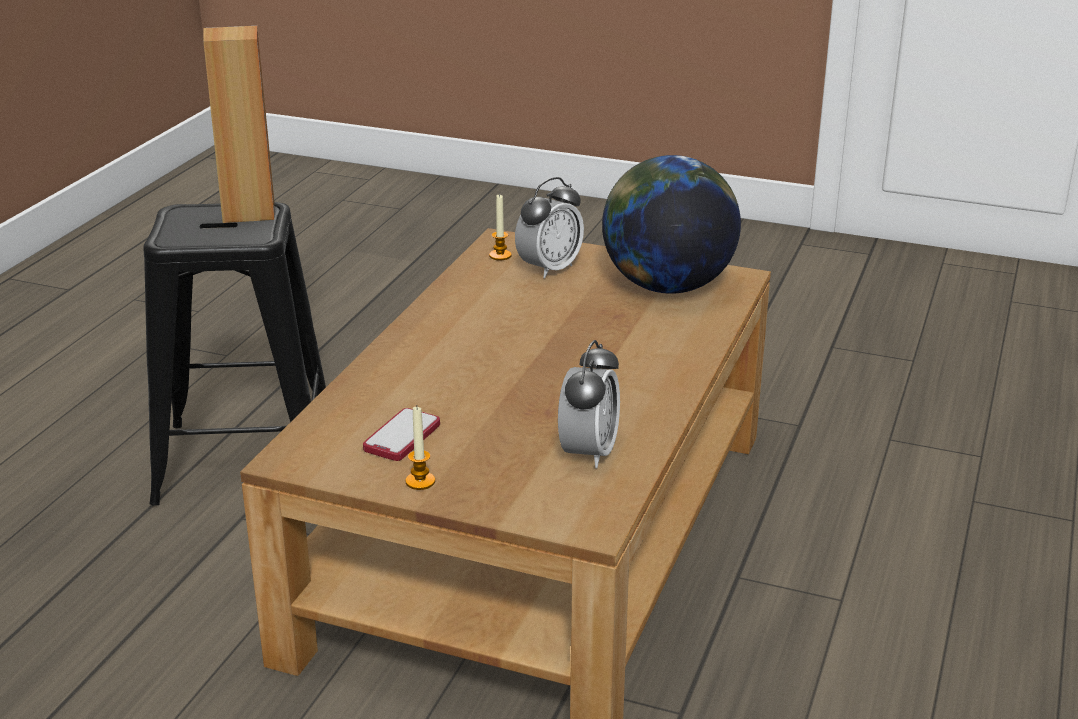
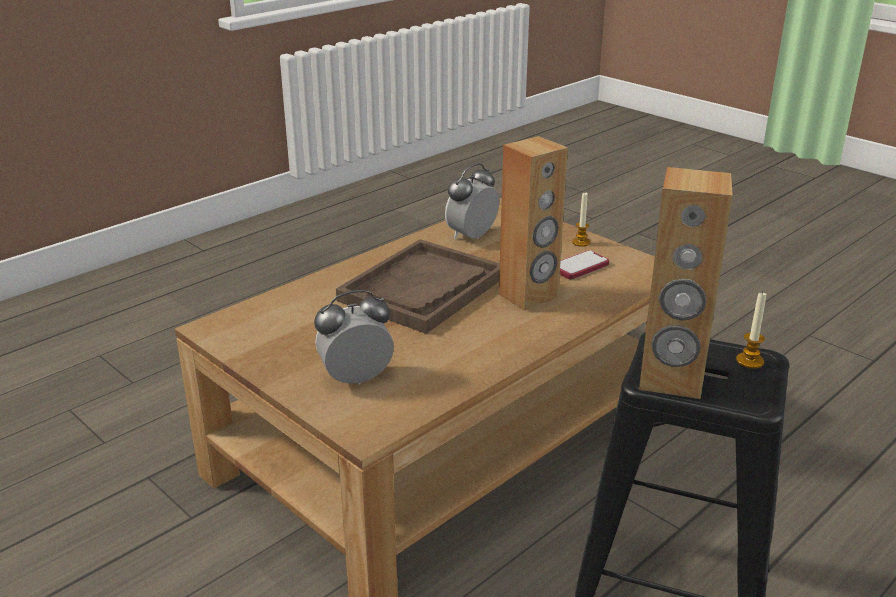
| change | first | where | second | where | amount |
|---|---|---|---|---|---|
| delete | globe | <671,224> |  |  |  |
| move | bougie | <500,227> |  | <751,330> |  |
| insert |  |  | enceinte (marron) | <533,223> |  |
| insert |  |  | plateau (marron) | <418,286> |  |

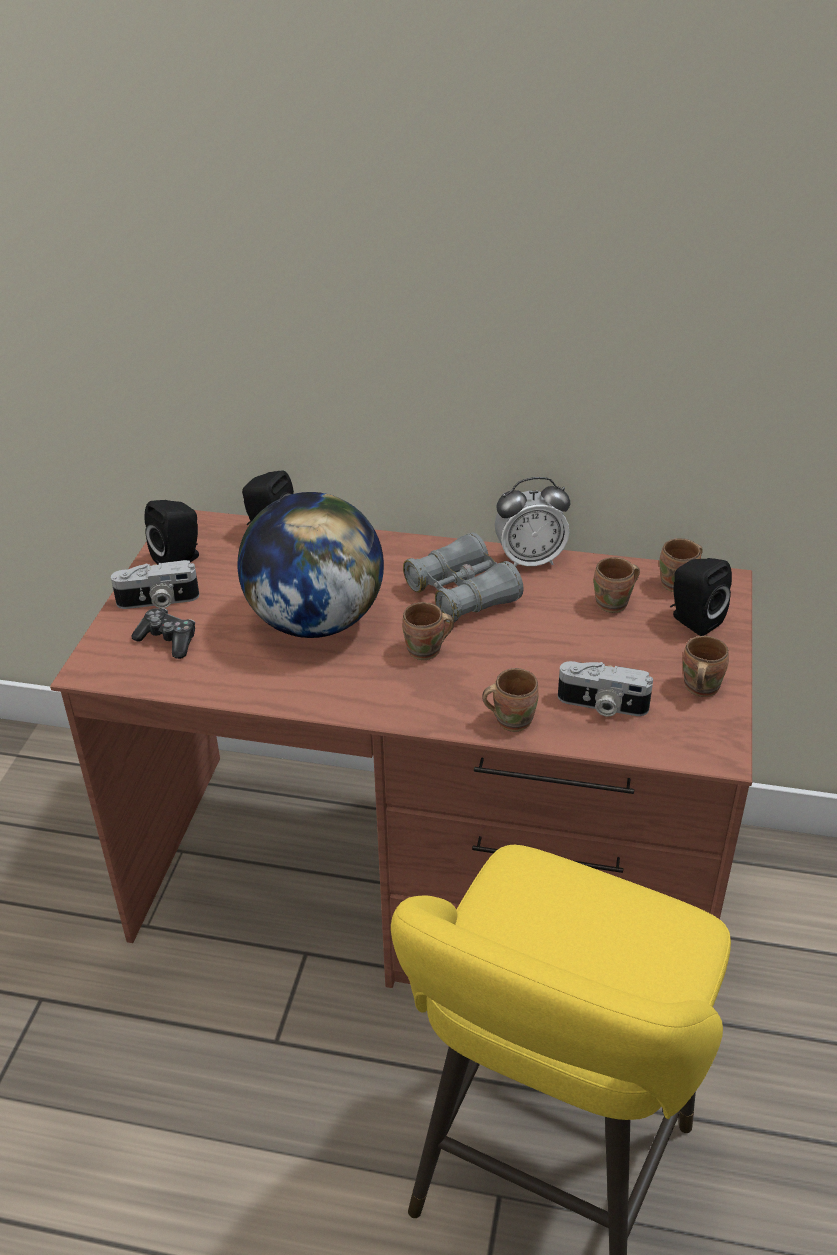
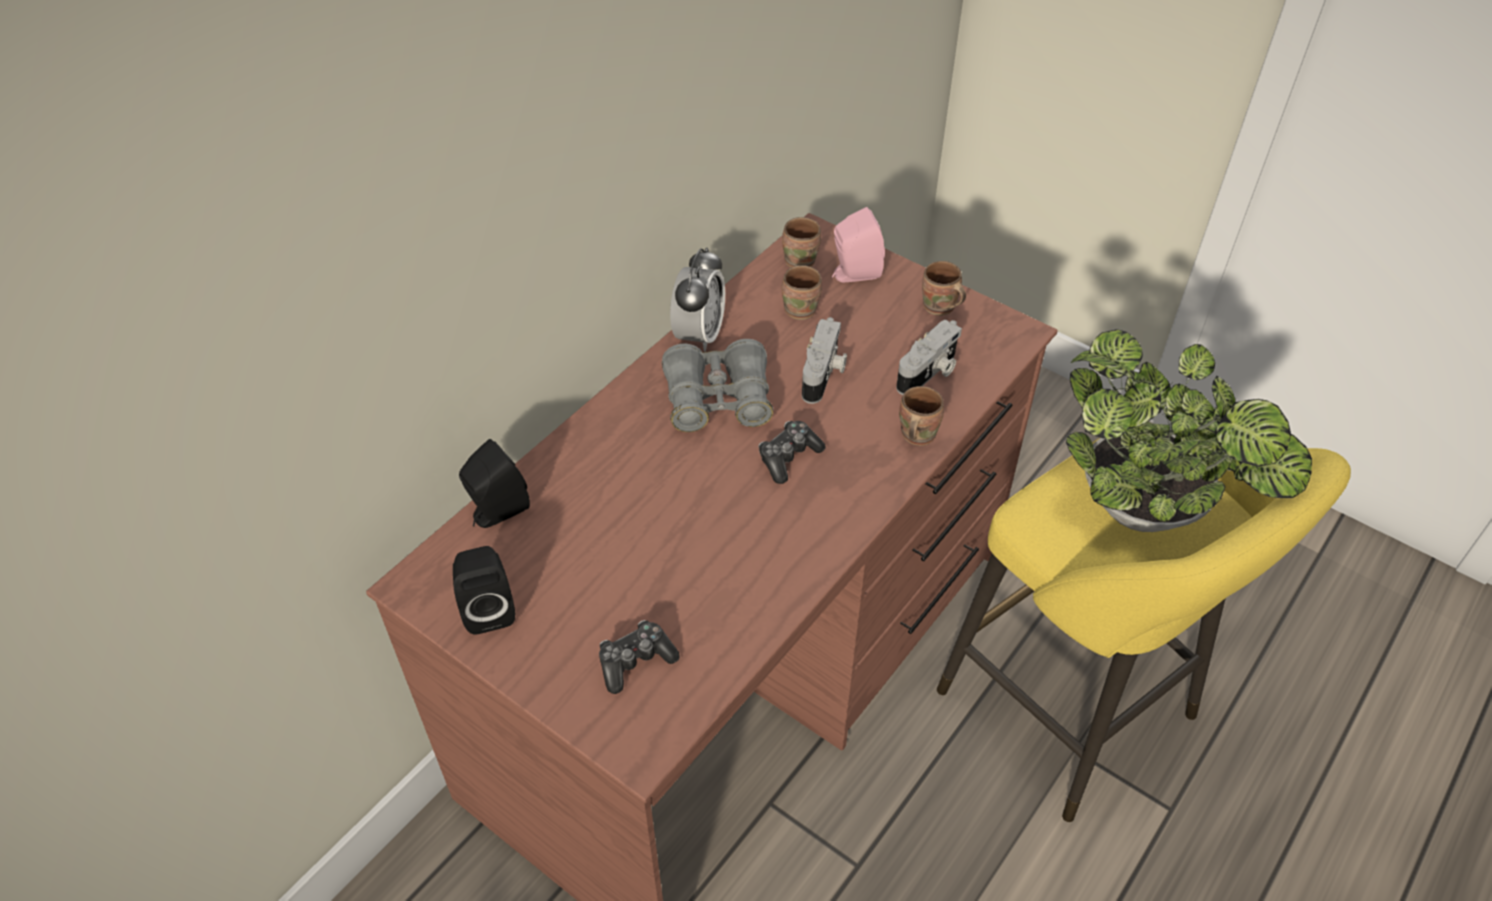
| change | first | where | second | where | amount |
|---|---|---|---|---|---|
| delete | globe | <310,565> |  |  |  |
| recolor | enceinte (noir) | <701,597> | enceinte (rose) | <858,244> |  |
| move | appareil photo | <155,584> |  | <824,360> |  |
| replace | mug (marron) | <428,631> | manette | <792,452> |  |
| insert |  |  | plante en pot | <1189,430> |  |

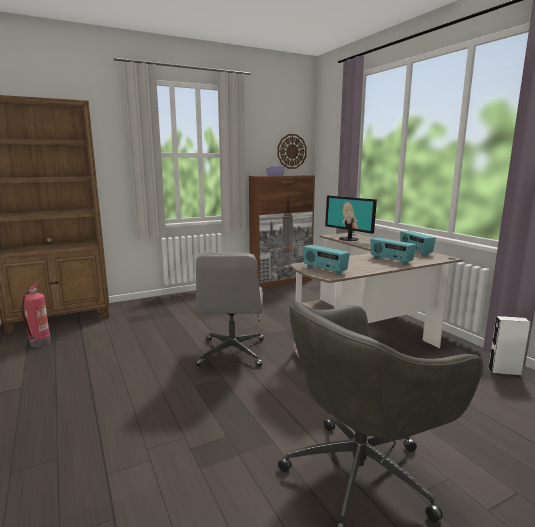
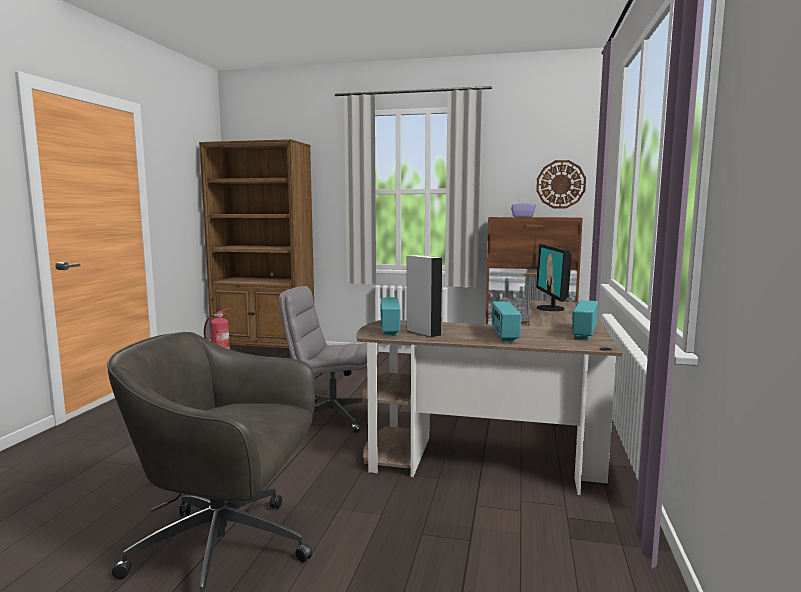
| change | first | where | second | where | amount |
|---|---|---|---|---|---|
| rotate | chaise de bureau (gris) | <230,309> |  | <329,359> | 60 degrees clockwise |
| move | enceinte (blanc) | <509,346> |  | <424,296> |  |

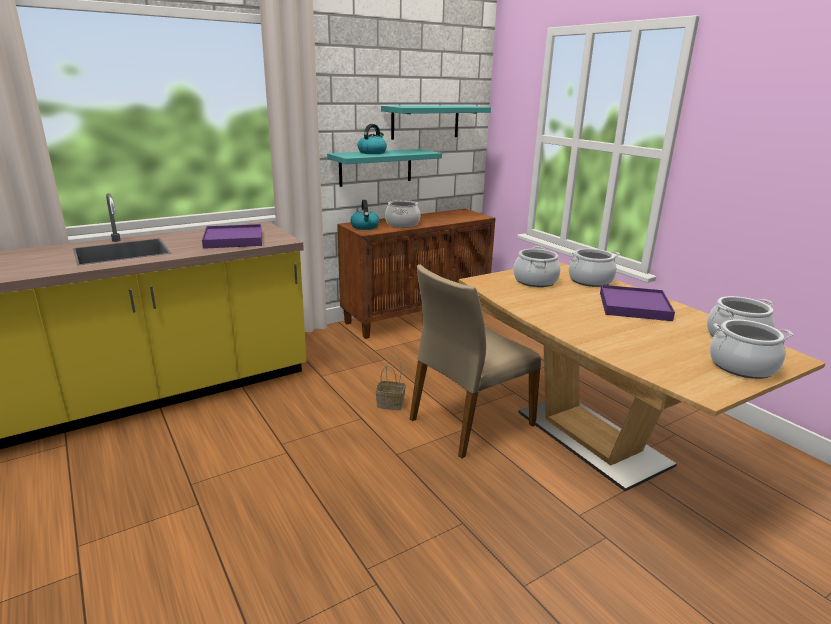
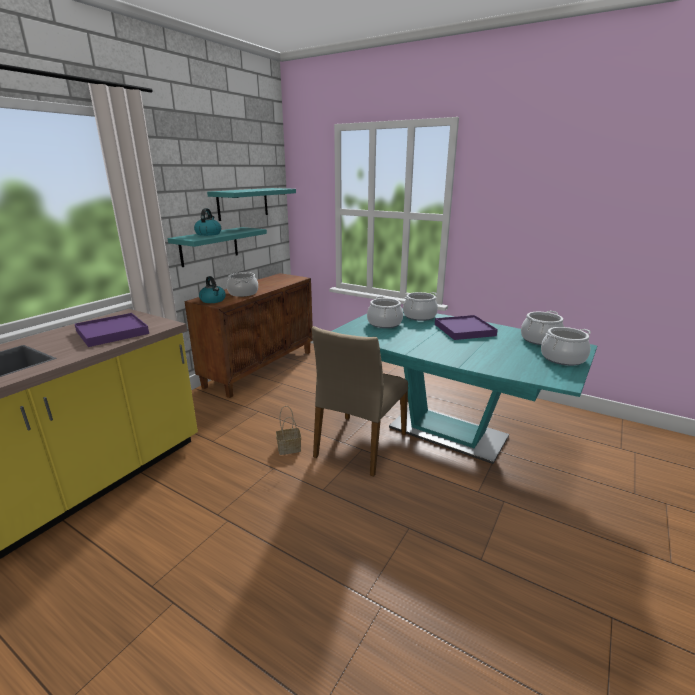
| change | first | where | second | where | amount |
|---|---|---|---|---|---|
| recolor | table à manger (marron) | <642,376> | table à manger (turquoise) | <464,386> |  |

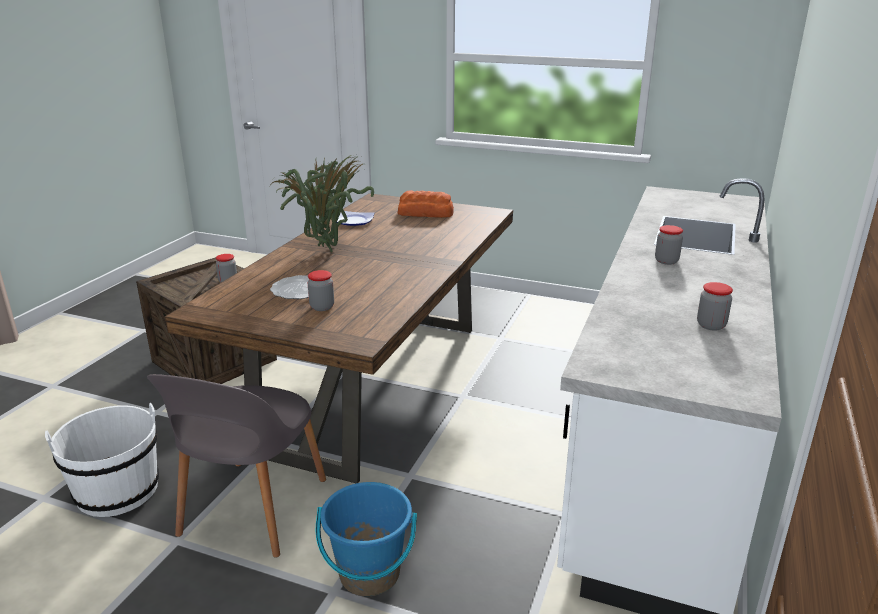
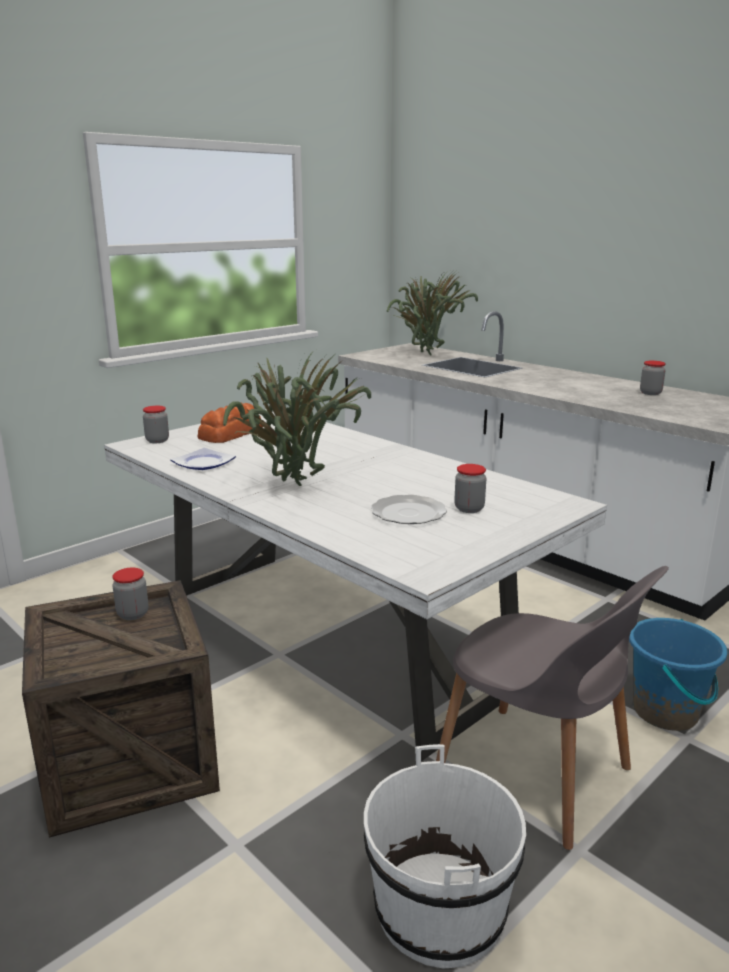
| change | first | where | second | where | amount |
|---|---|---|---|---|---|
| recolor | table à manger (marron) | <339,338> | table à manger (blanc) | <355,585> |  |
| move | bocal | <669,245> |  | <156,424> |  |
| insert |  |  | plante en pot | <432,313> |  |

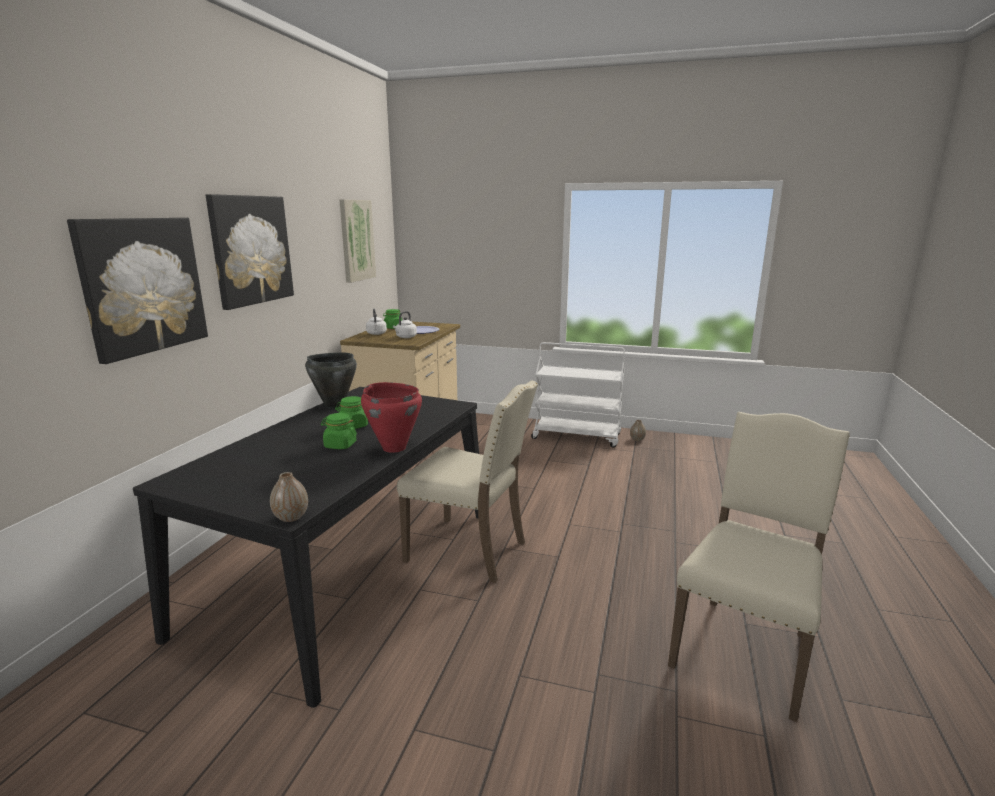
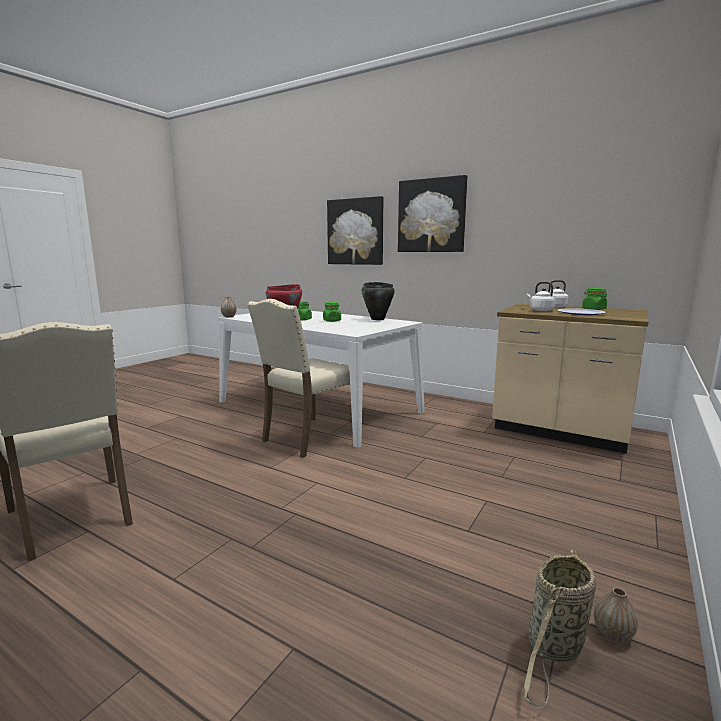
| change | first | where | second | where | amount |
|---|---|---|---|---|---|
| delete | tableau | <357,241> |  |  |  |
| delete | chariot (blanc) | <578,395> |  |  |  |
| recolor | table à manger (noir) | <306,547> | table à manger (blanc) | <321,379> |  |
| insert |  |  | panier | <559,628> |  |

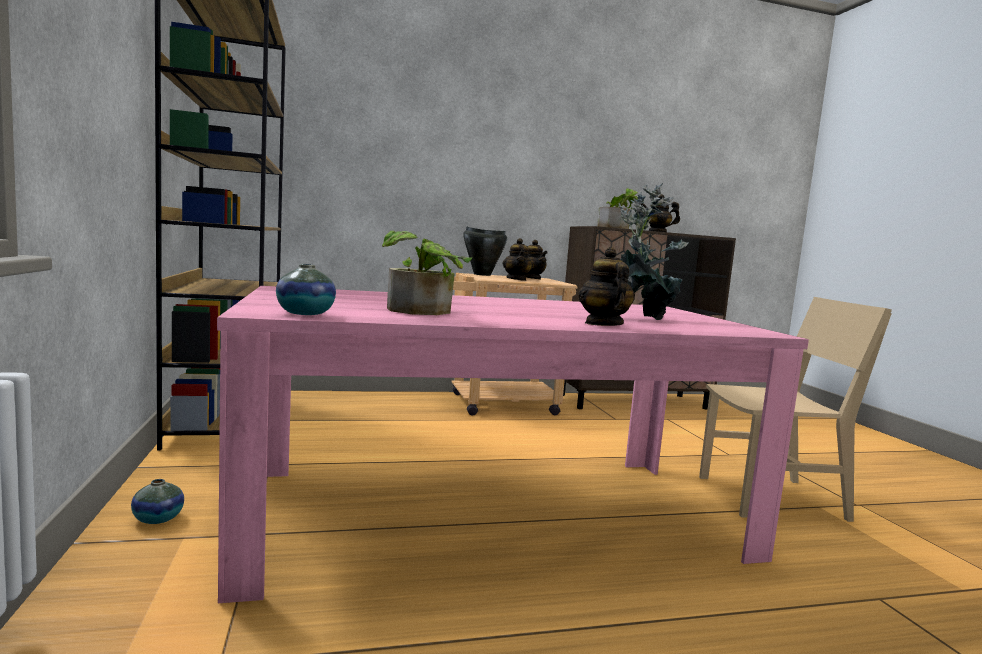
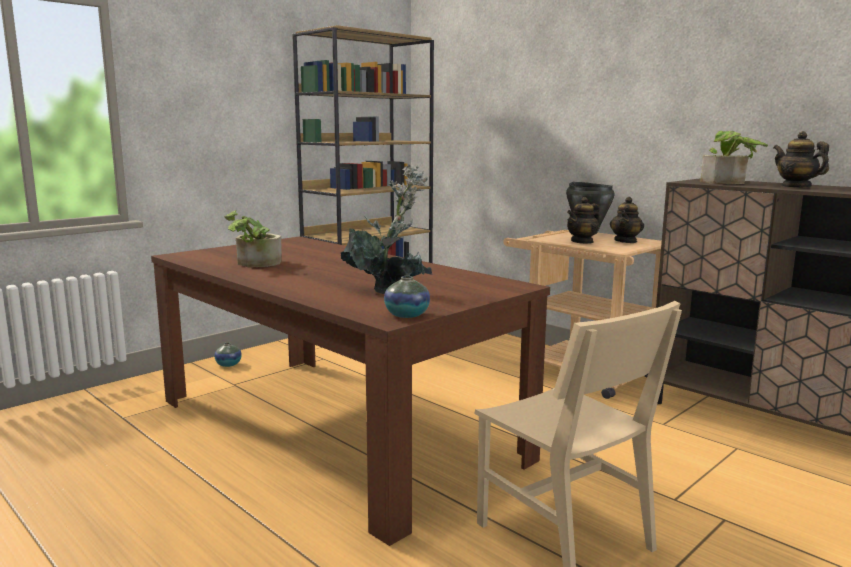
| change | first | where | second | where | amount |
|---|---|---|---|---|---|
| delete | théière | <606,286> |  |  |  |
| move | vase | <306,289> |  | <407,297> |  |
| recolor | table à manger (rose) | <513,444> | table à manger (marron) | <350,391> |  |

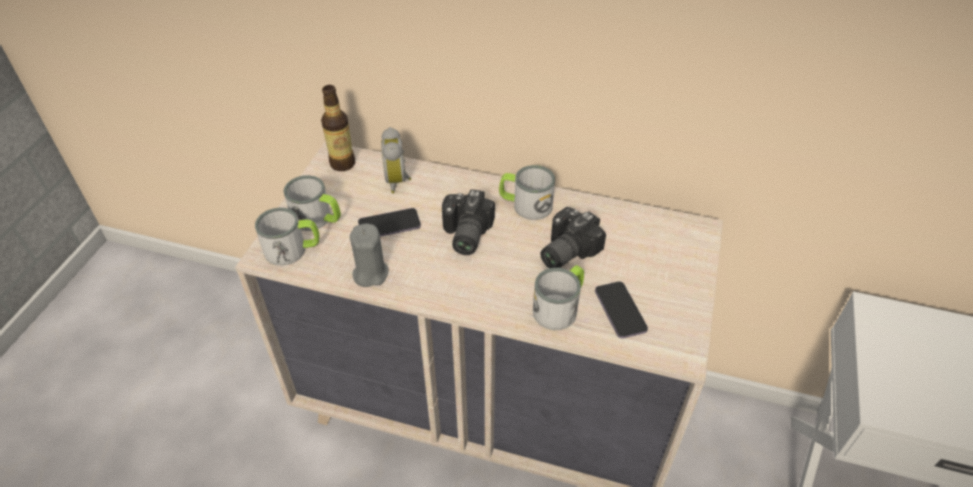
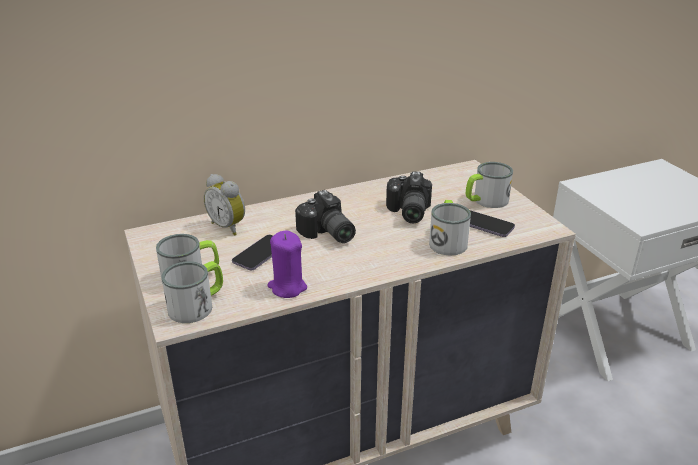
| change | first | where | second | where | amount |
|---|---|---|---|---|---|
| delete | bouteille | <338,128> |  |  |  |
| move | mug | <527,192> |  | <489,185> |  |
| recolor | bougie (gris) | <369,255> | bougie (violet) | <287,264> |  |

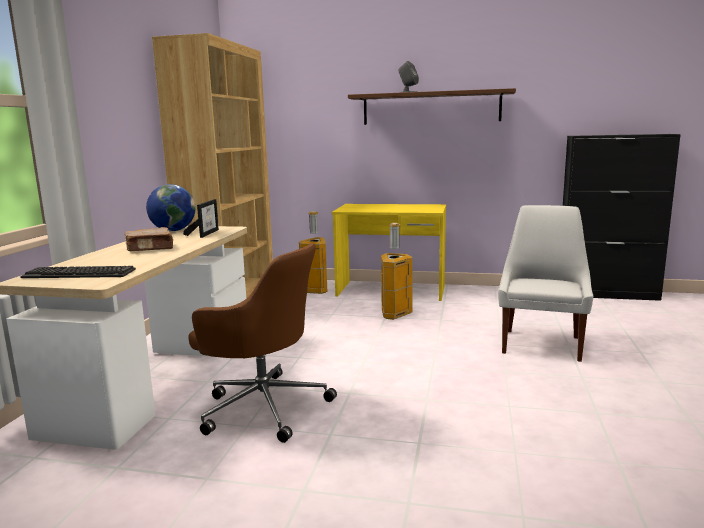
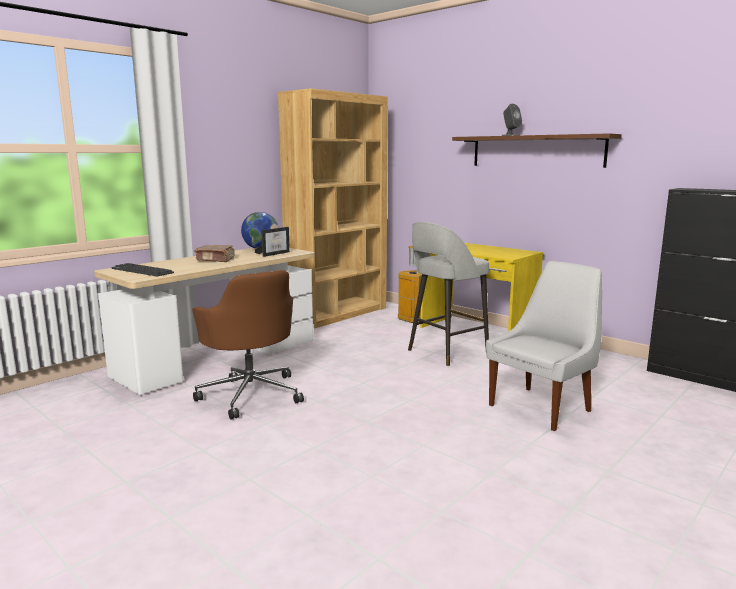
| change | first | where | second | where | amount |
|---|---|---|---|---|---|
| replace | poubelle | <397,271> | tabouret (gris) | <448,294> |  |

